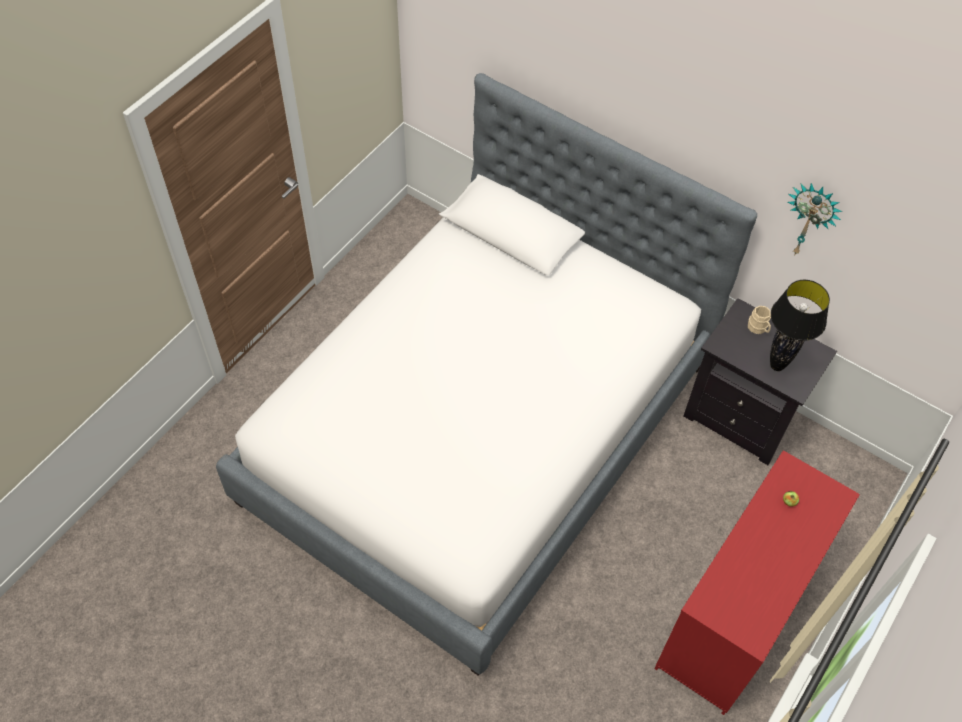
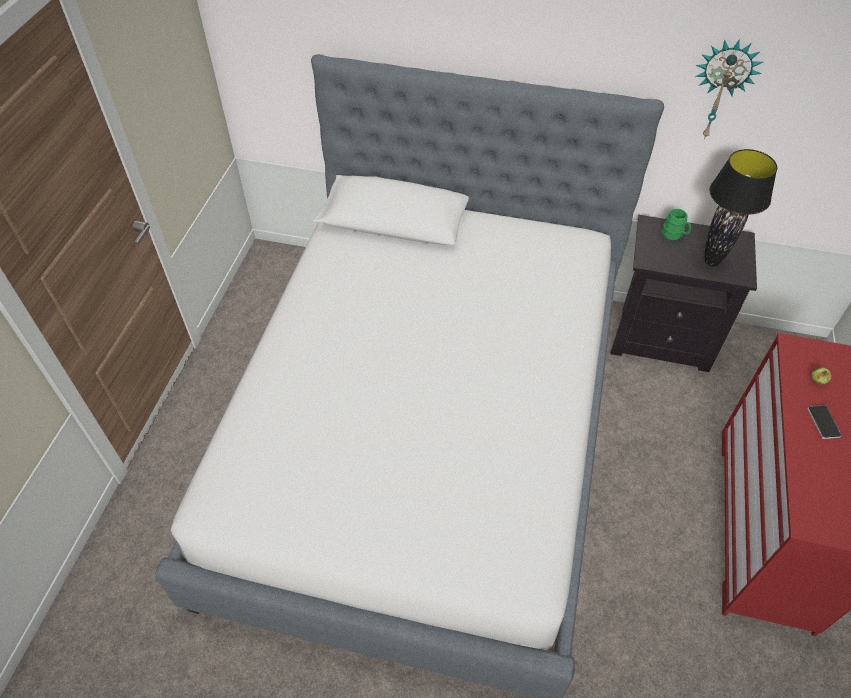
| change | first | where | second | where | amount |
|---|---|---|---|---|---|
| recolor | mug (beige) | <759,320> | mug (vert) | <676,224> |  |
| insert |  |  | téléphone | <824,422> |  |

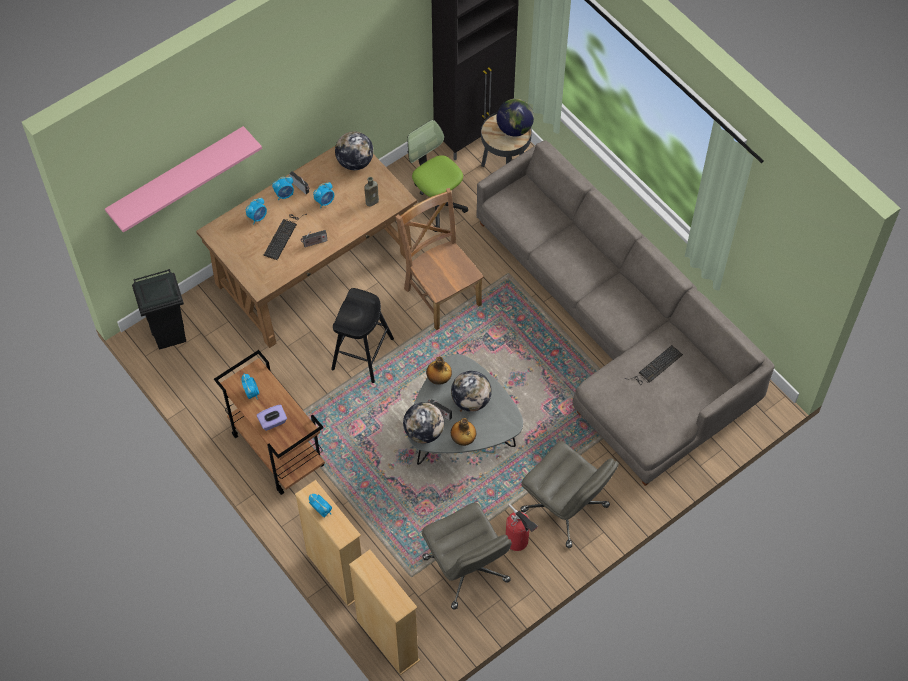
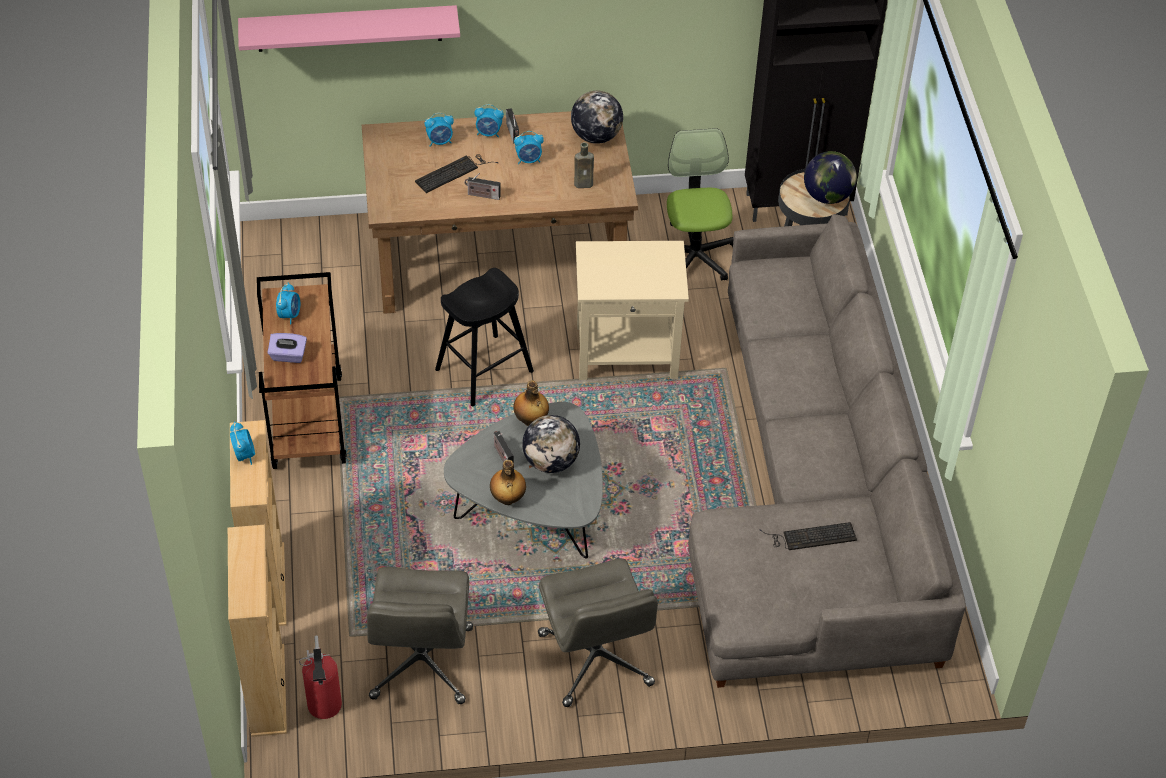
| change | first | where | second | where | amount |
|---|---|---|---|---|---|
| replace | chaise (marron) | <440,259> | table d'appoint (beige) | <632,310> |  |
| delete | poubelle (noir) | <159,309> |  |  |  |
| delete | globe | <423,423> |  |  |  |
| move | extincteur | <522,527> |  | <320,677> |  |

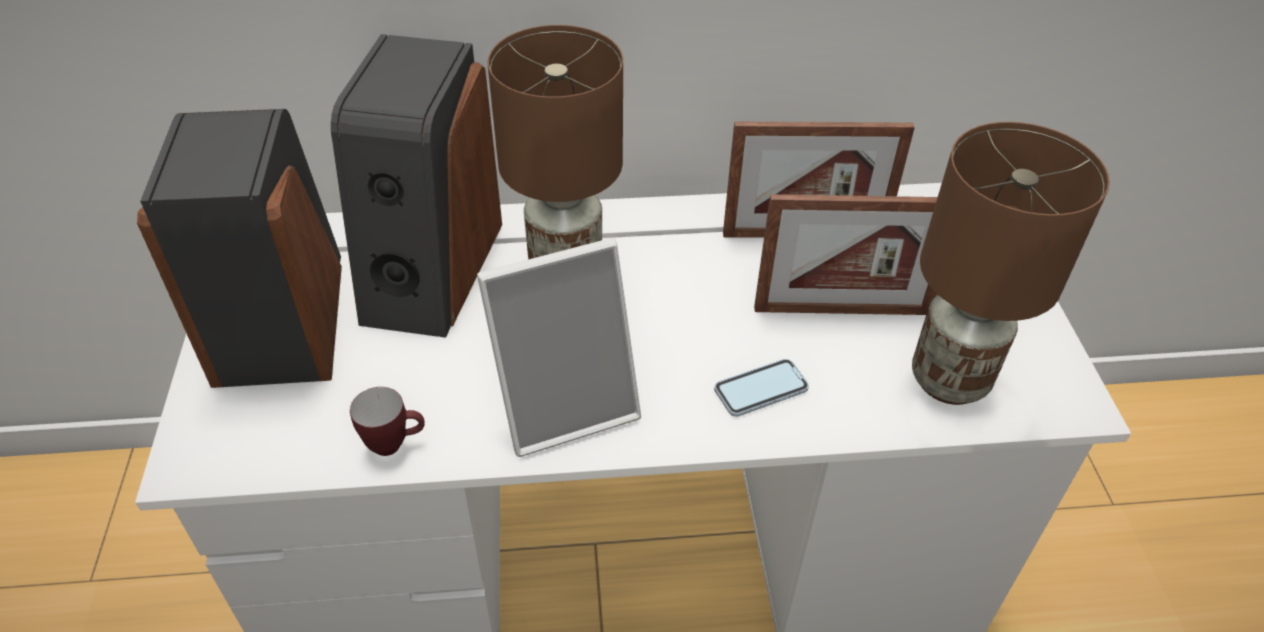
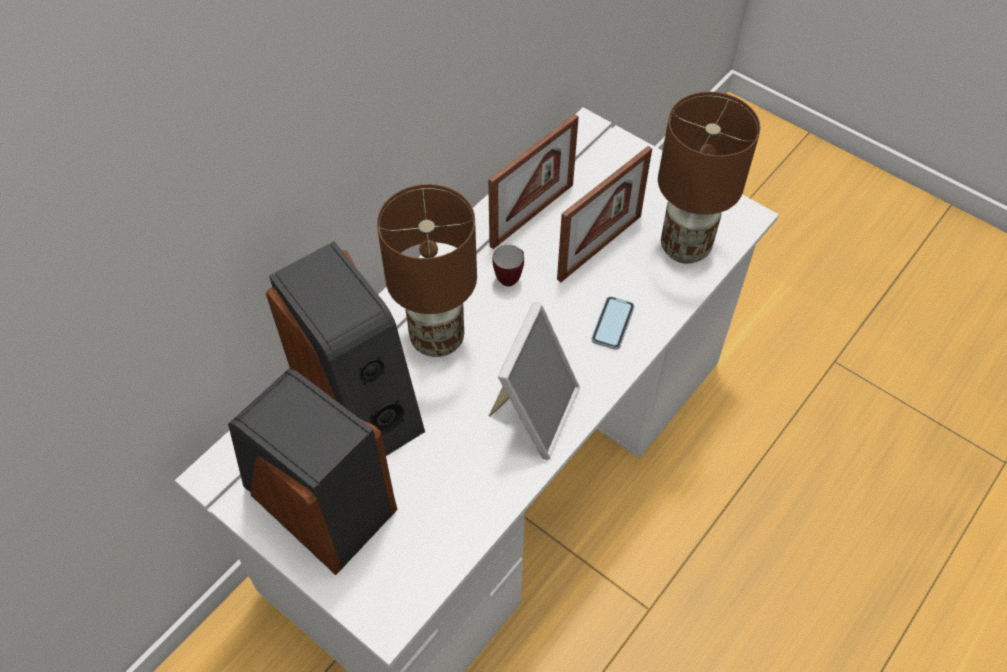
| change | first | where | second | where | amount |
|---|---|---|---|---|---|
| move | mug | <387,421> |  | <508,266> |  |

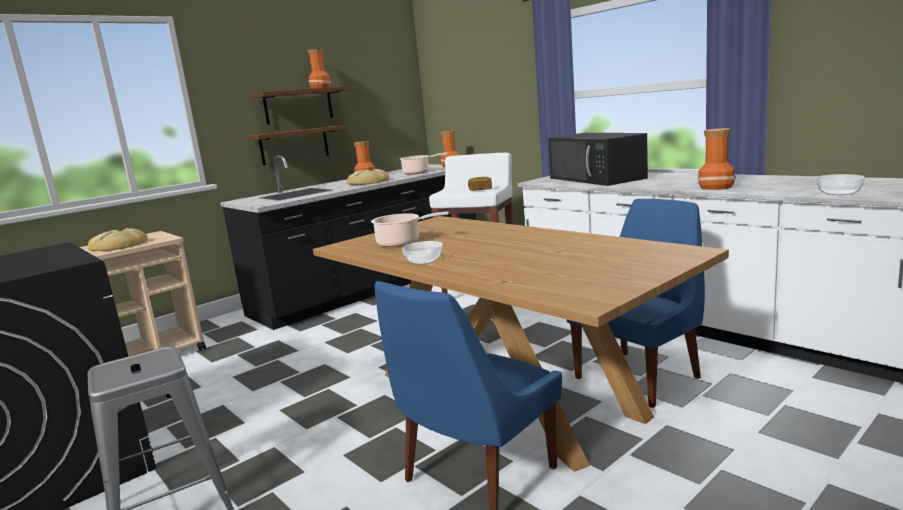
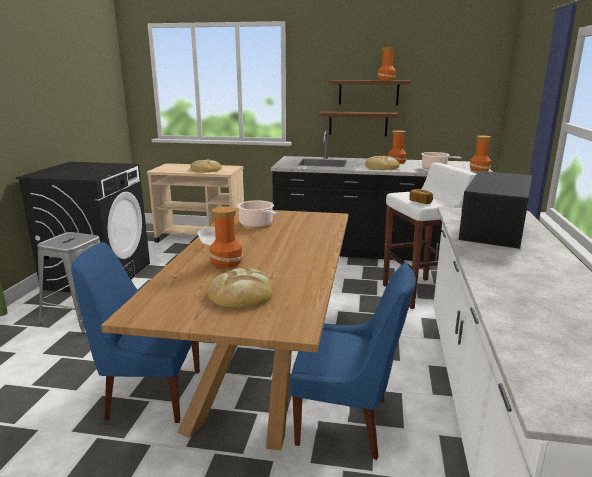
| change | first | where | second | where | amount |
|---|---|---|---|---|---|
| move | vase | <716,159> |  | <226,237> |  |
| delete | bol | <841,184> |  |  |  |
| insert |  |  | pain | <240,288> |  |

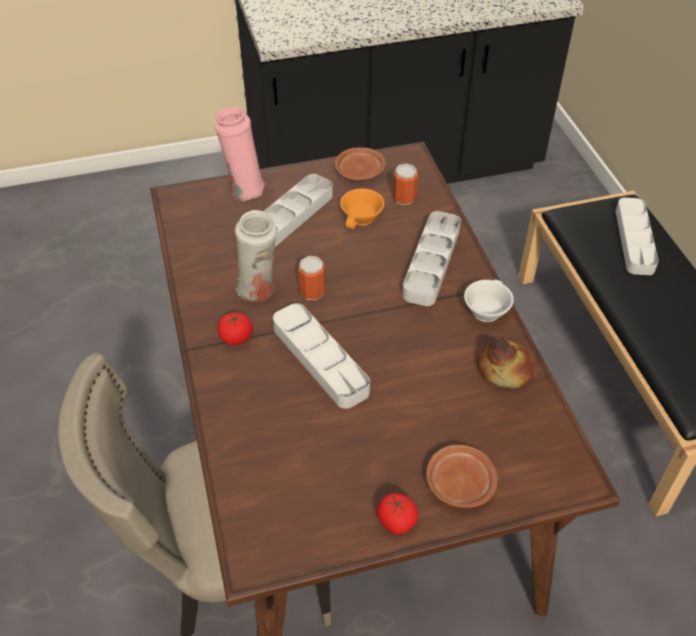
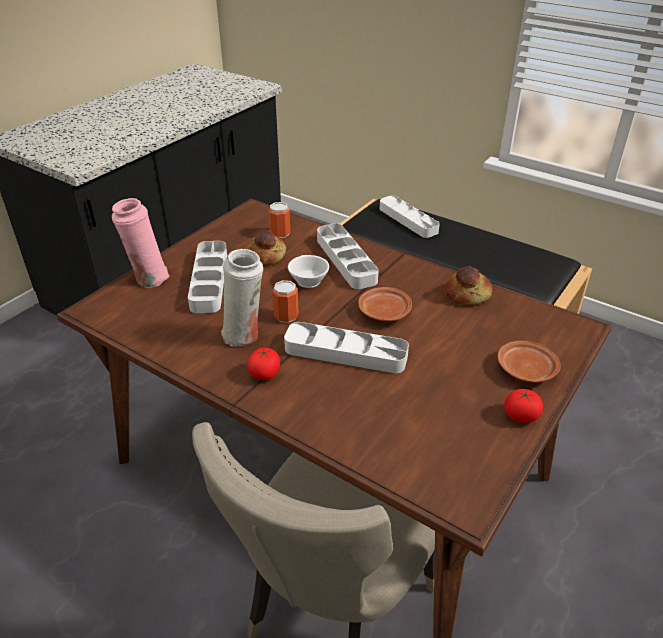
| change | first | where | second | where | amount |
|---|---|---|---|---|---|
| move | assiette (marron) | <360,164> |  | <385,304> |  |
| replace | tasse (orange) | <362,208> | pain | <265,248> |  |
| move | tasse (blanc) | <489,301> |  | <308,271> |  |

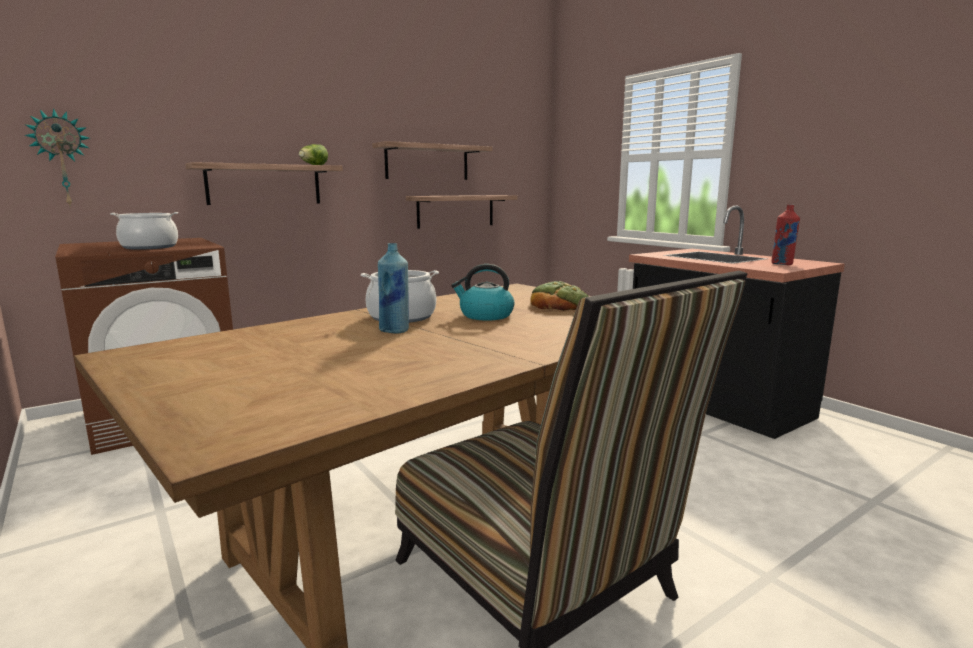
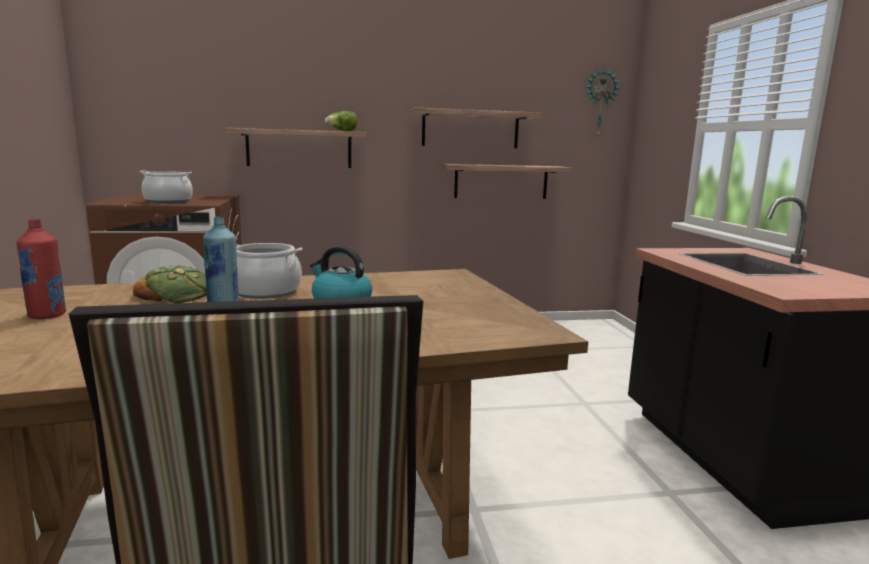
| change | first | where | second | where | amount |
|---|---|---|---|---|---|
| move | horloge murale | <56,157> |  | <602,102> |  |
| move | bouteille (rouge) | <785,235> |  | <41,269> |  |
| move | pain | <559,296> |  | <170,284> |  |

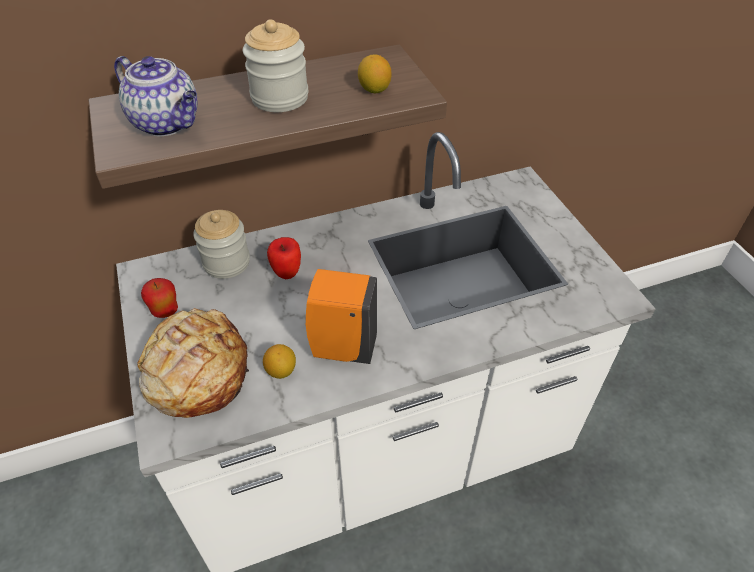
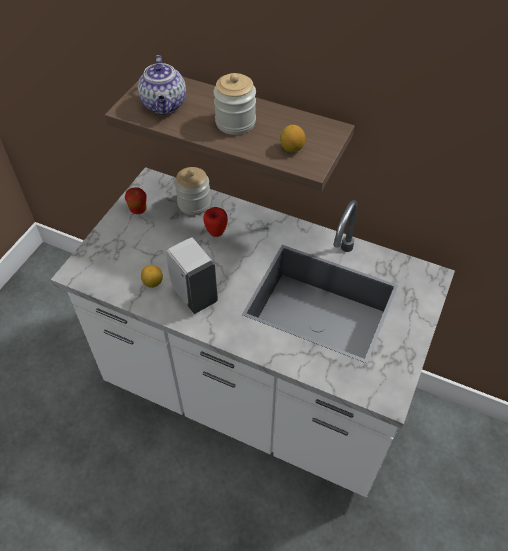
| change | first | where | second | where | amount |
|---|---|---|---|---|---|
| recolor | distributeur de savon (orange) | <341,316> | distributeur de savon (blanc) | <192,275> |  |
| delete | pain | <193,363> |  |  |  |

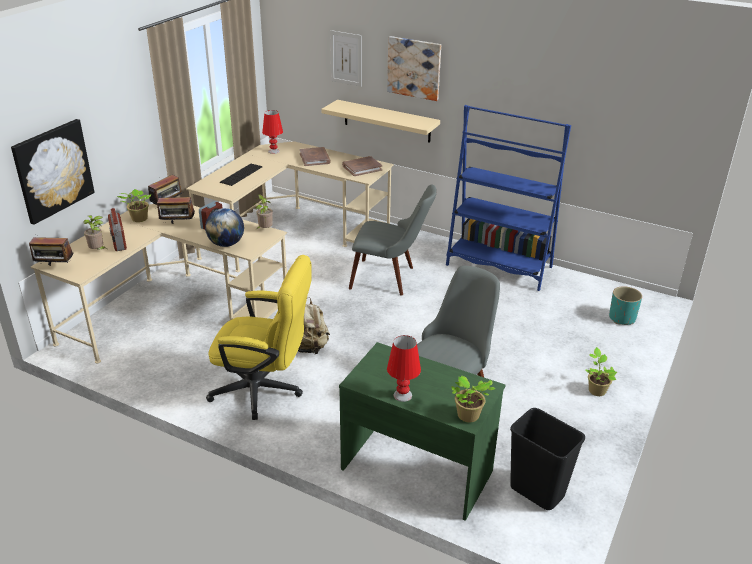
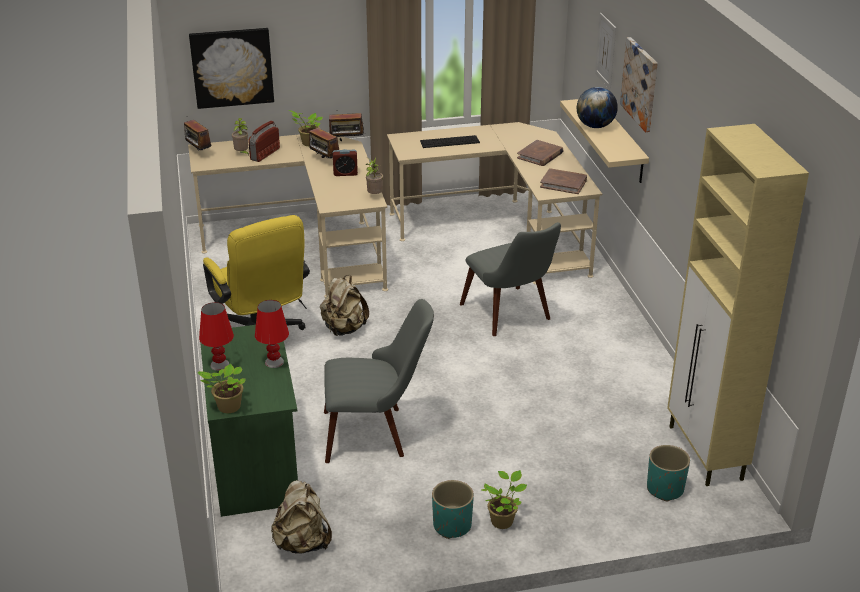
| change | first | where | second | where | amount |
|---|---|---|---|---|---|
| delete | bibliothèque (bleu) | <508,198> |  |  |  |
| move | lampe de table (rouge) | <272,132> |  | <272,334> |  |
| move | globe | <224,227> |  | <597,107> |  |
| replace | poubelle (noir) | <547,459> | sac à dos (beige) | <301,517> |  |
| insert |  |  | meuble de rangement (beige) | <738,305> |  |
| insert |  |  | cache-pot (turquoise) | <453,509> |  |

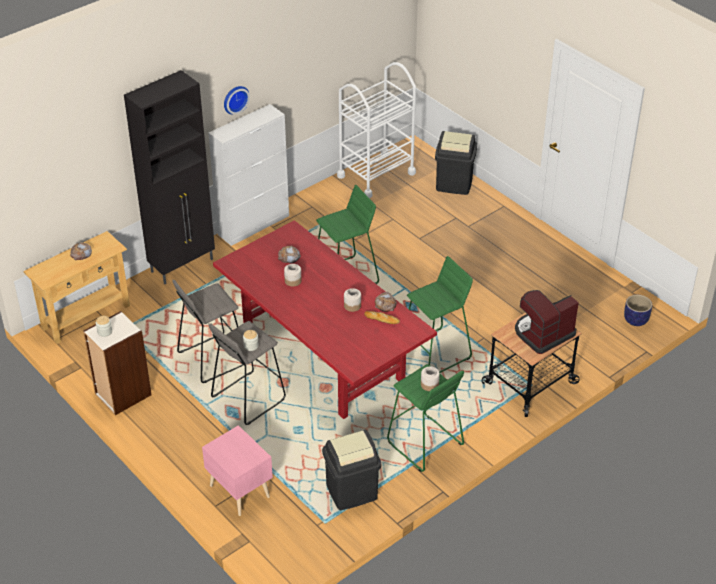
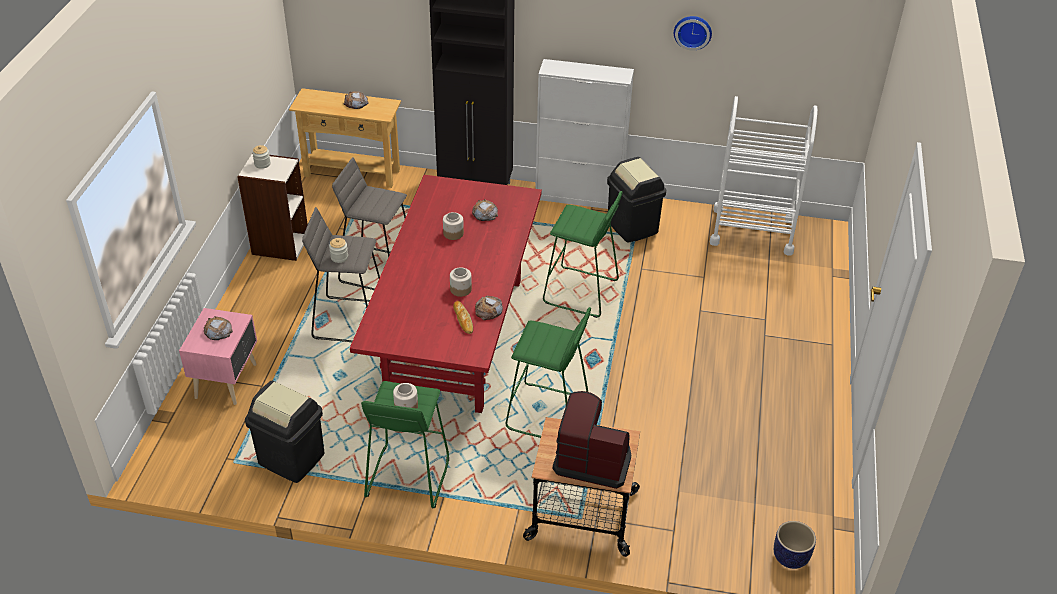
| change | first | where | second | where | amount |
|---|---|---|---|---|---|
| move | horloge murale | <237,100> |  | <693,33> |  |
| move | poubelle (noir) | <456,163> |  | <636,200> |  |
| insert |  |  | pain | <218,328> |  |

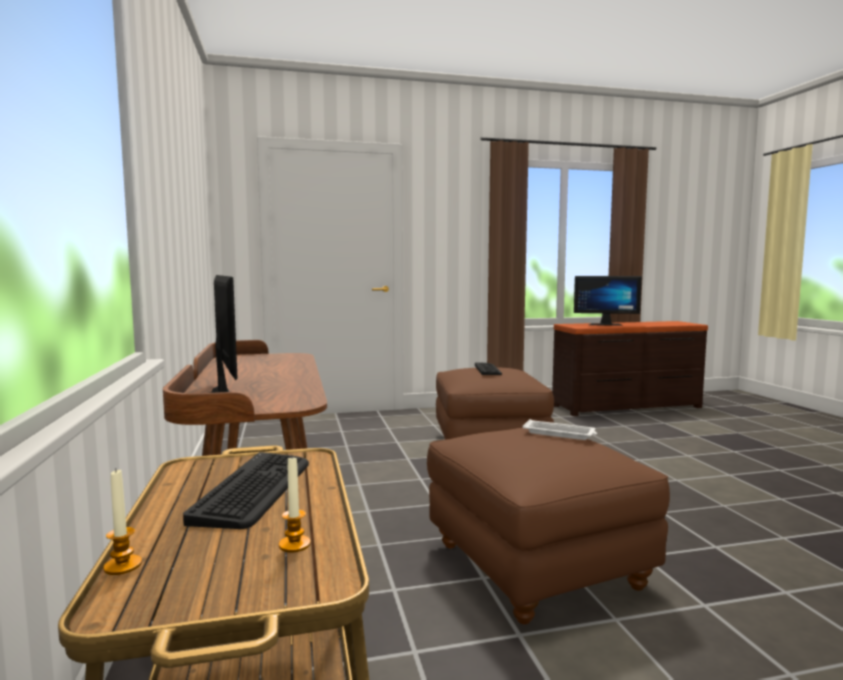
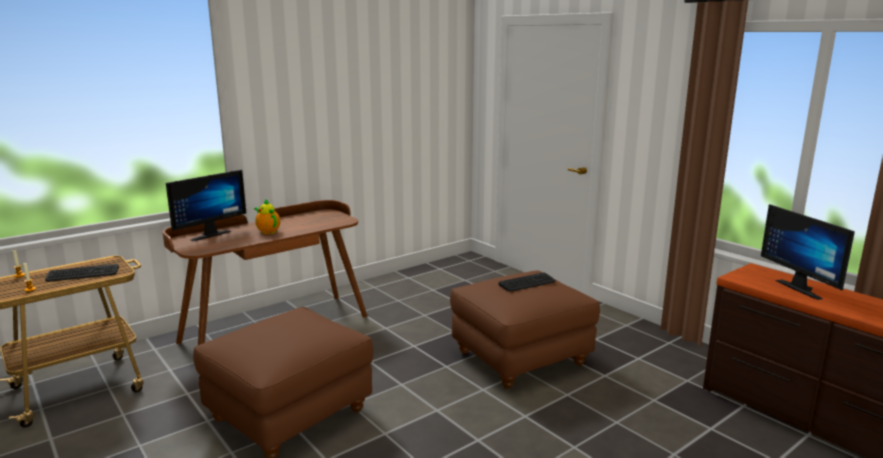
| change | first | where | second | where | amount |
|---|---|---|---|---|---|
| delete | plateau (blanc) | <559,429> |  |  |  |
| insert |  |  | théière | <267,216> |  |

